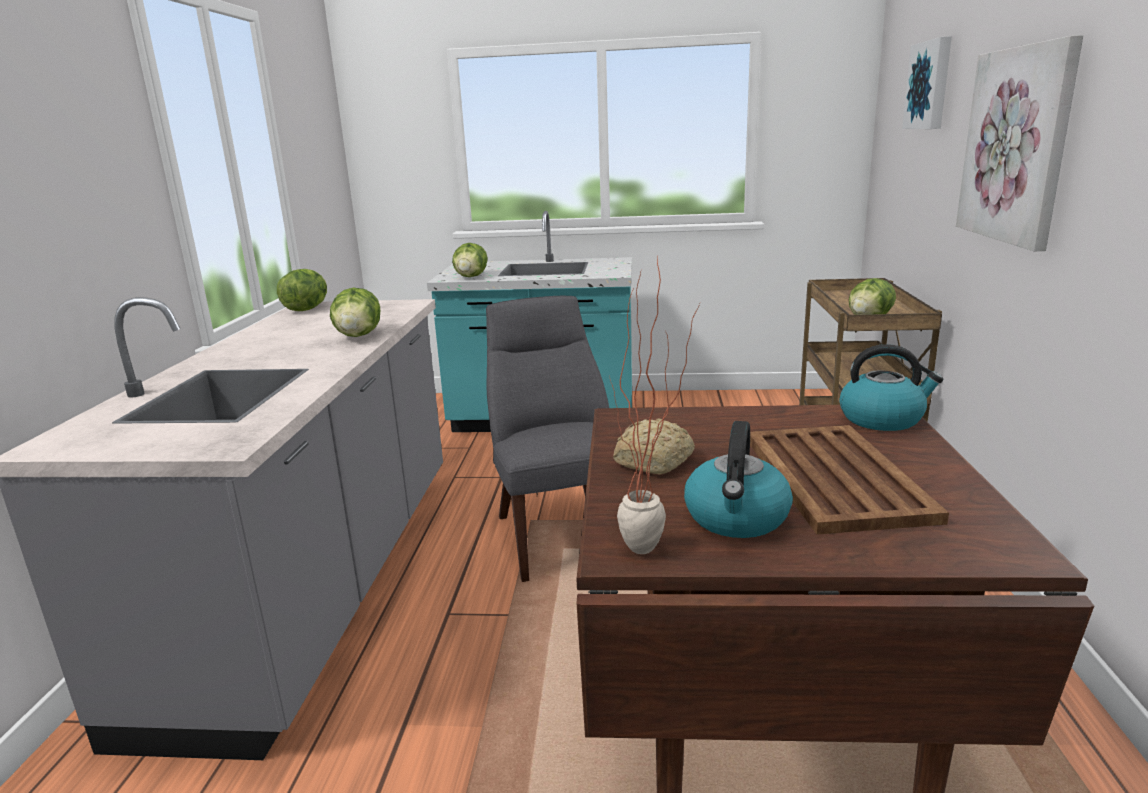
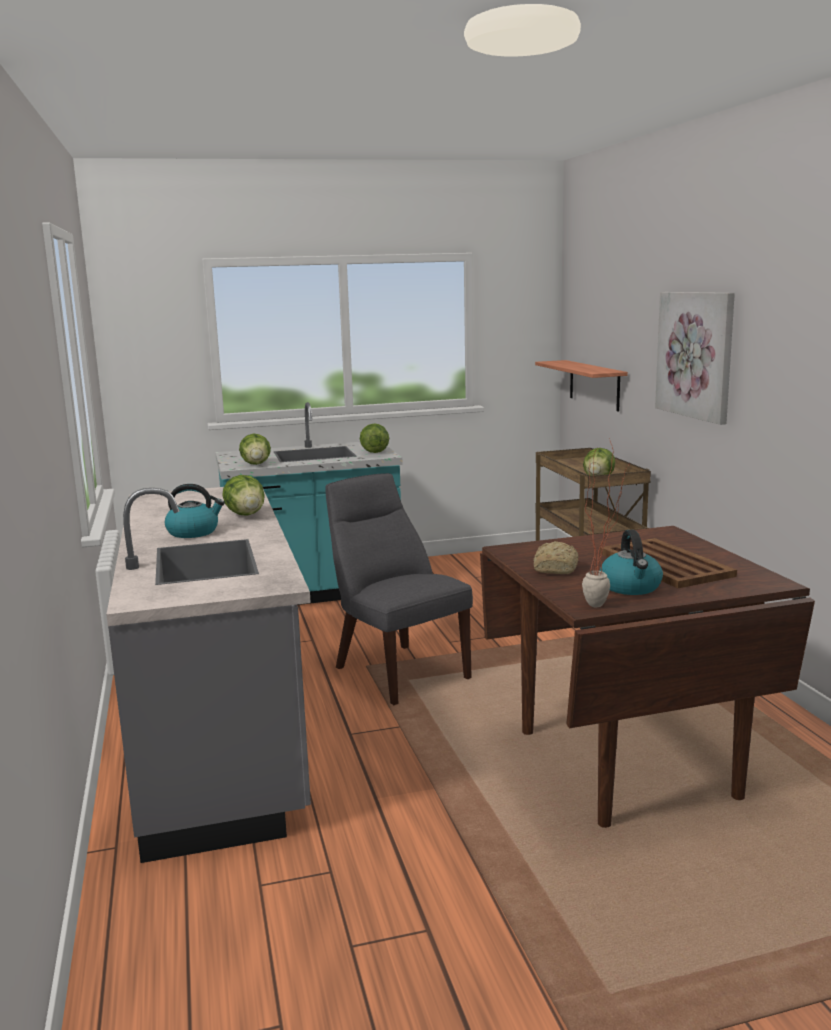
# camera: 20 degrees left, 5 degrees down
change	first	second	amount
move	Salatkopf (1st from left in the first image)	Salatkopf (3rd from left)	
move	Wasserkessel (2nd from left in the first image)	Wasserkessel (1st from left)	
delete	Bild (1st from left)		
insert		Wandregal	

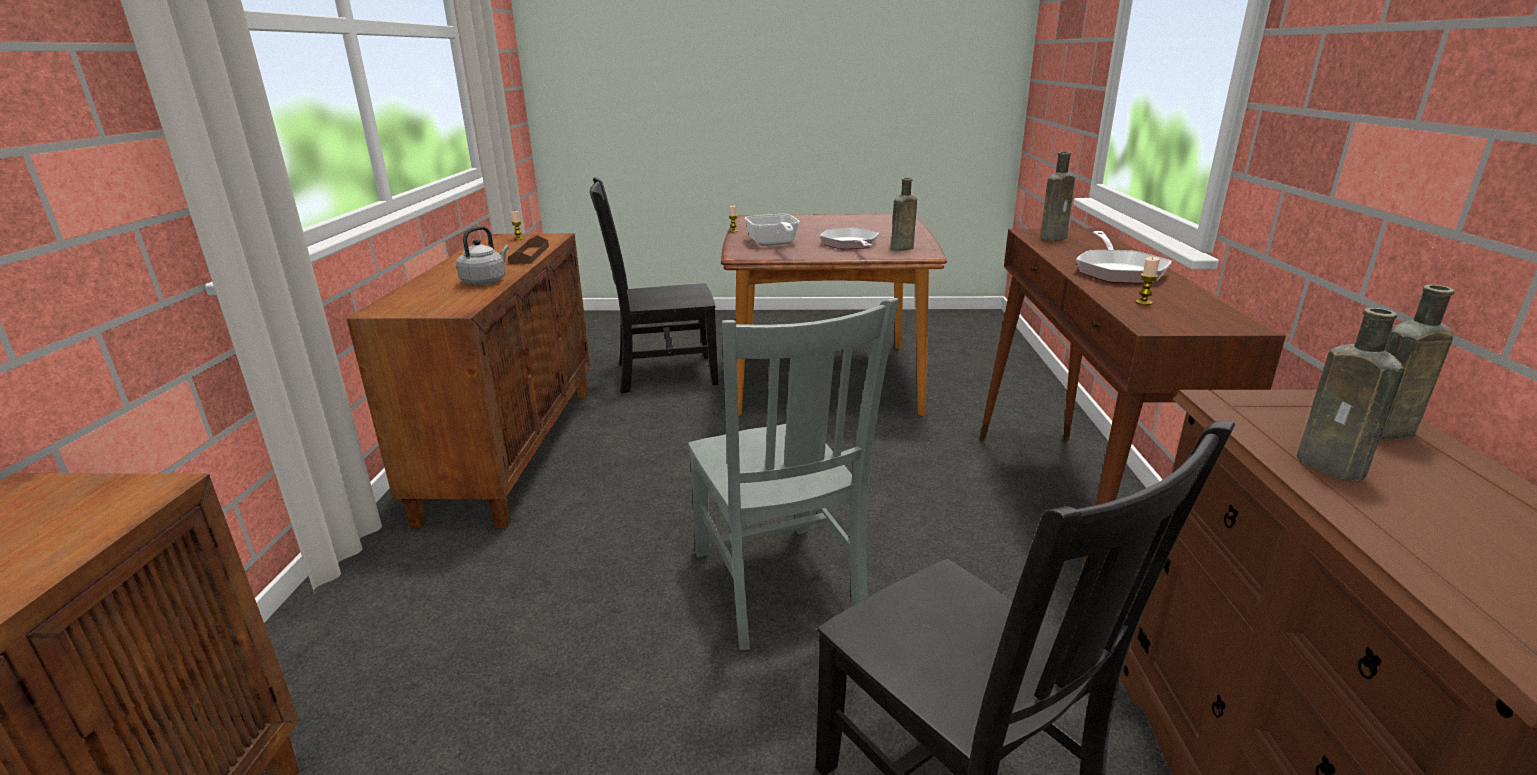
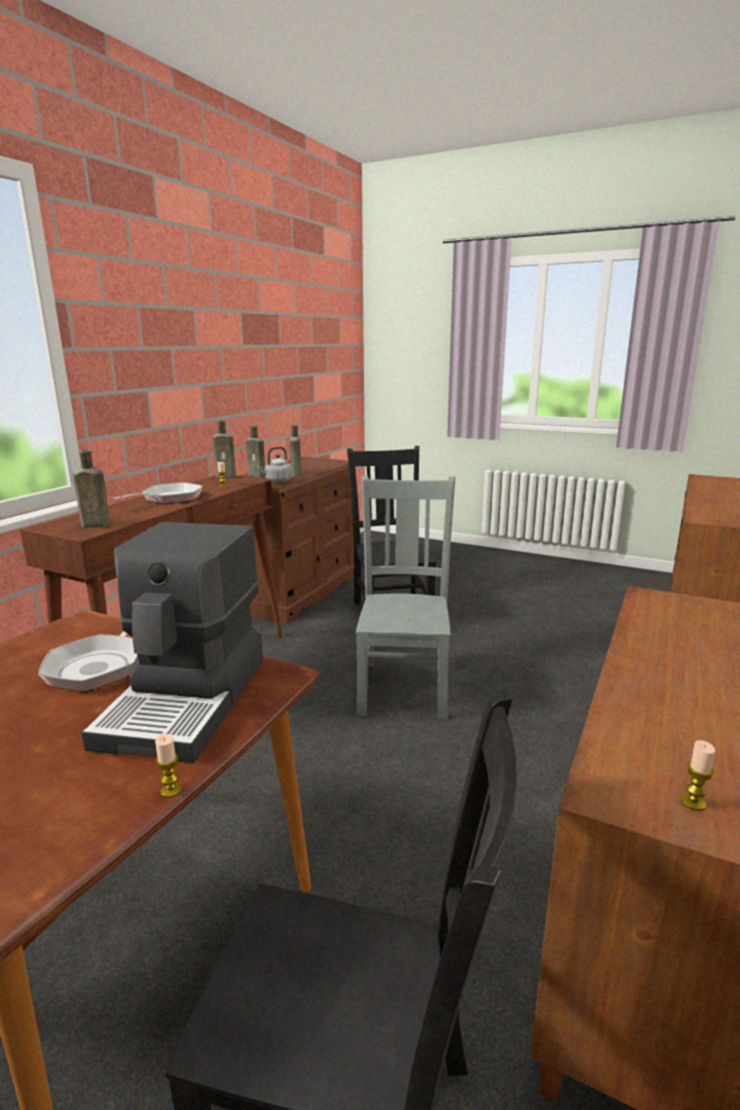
# camera: 155 degrees left, 5 degrees down
change	first	second	amount
move	Wasserkessel (grau)		
delete	Tablett (braun)		
replace	Pfanne (1st from left)	Kaffeemaschine	
move	Flasche (braun) (1st from left in the first image)	Flasche (braun) (2nd from left)	

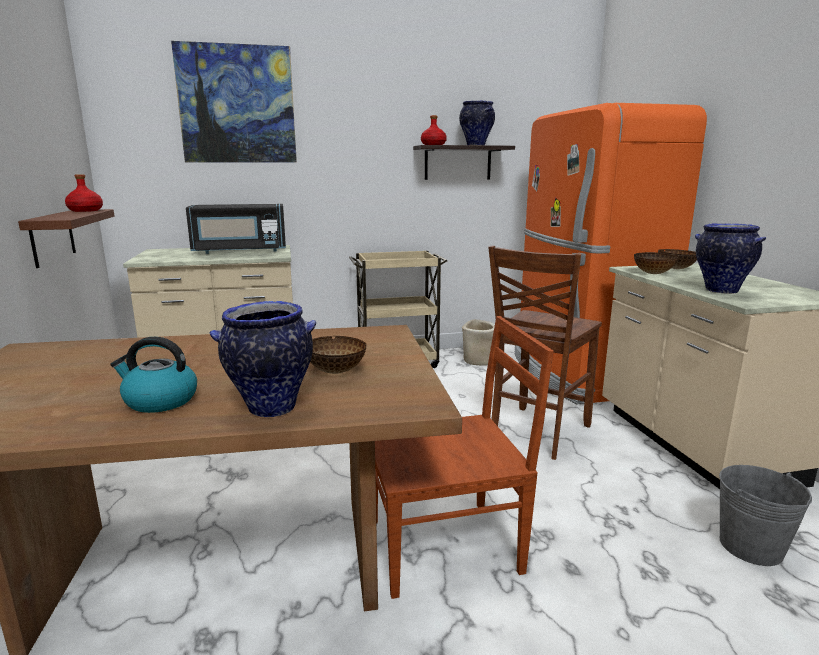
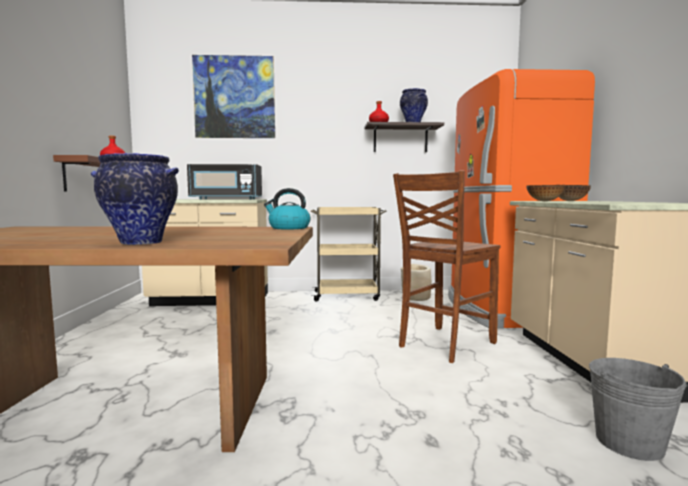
# camera: 10 degrees right, 10 degrees down
change	first	second	amount
move	Wasserkessel		
delete	Schüssel (1st from left)		
delete	Stuhl (braun) (1st from left)		
delete	Vase (3rd from left)		

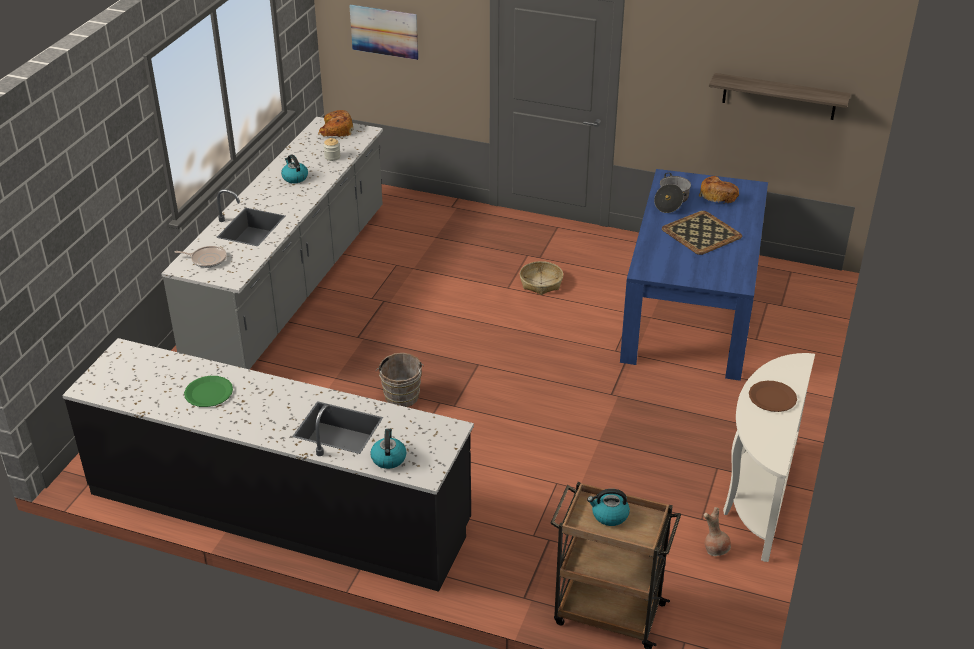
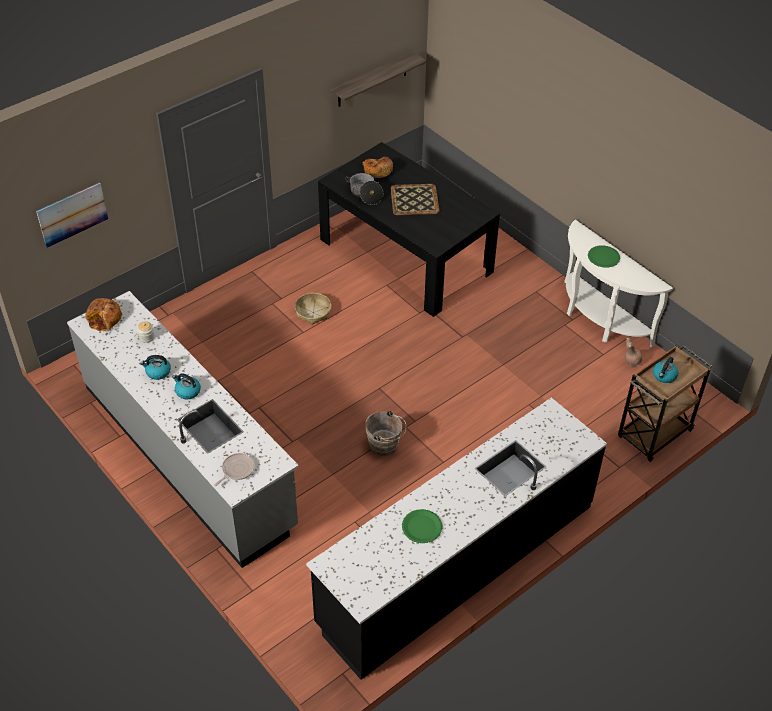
# camera: 60 degrees left, 10 degrees up
change	first	second	amount
move	Wasserkessel (2nd from left)		
recolor	Esstisch (blau)	Esstisch (schwarz)	
recolor	Teller (braun)	Teller (grün) (2nd from left)	

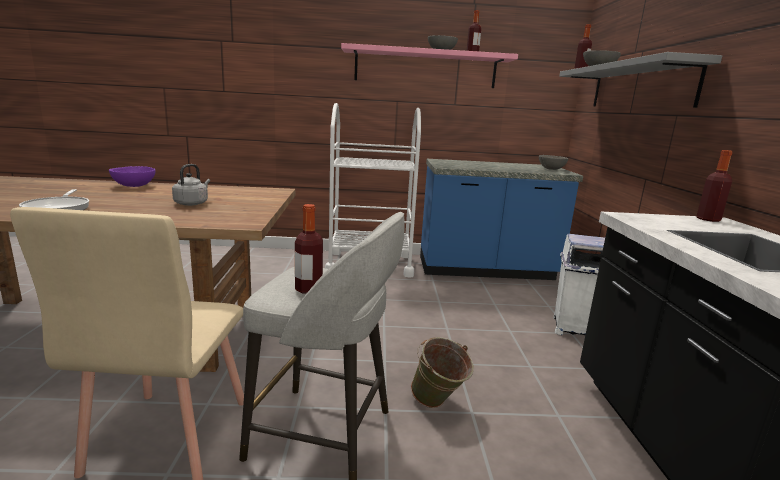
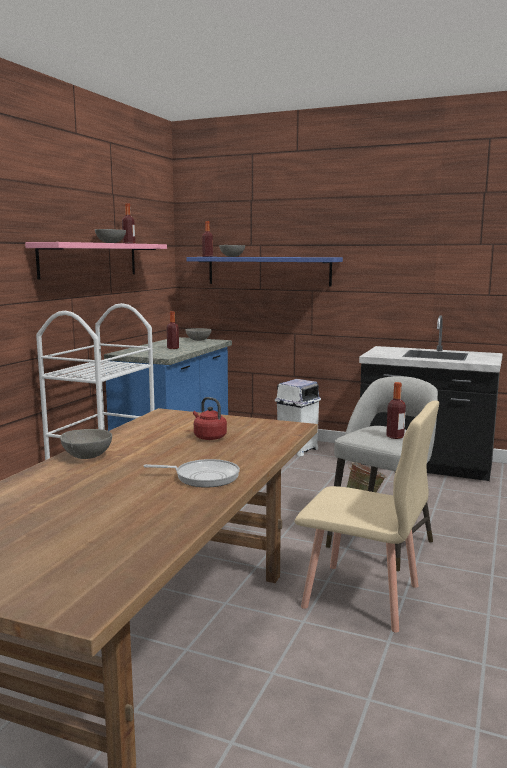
# camera: 65 degrees left, 5 degrees down
change	first	second	amount
recolor	Schüssel (lila)	Schüssel (grau) (1st from left)	
recolor	Wasserkessel (grau)	Wasserkessel (rot)	
recolor	Wandregal (grau)	Wandregal (blau)	
move	Flasche (4th from left in the first image)	Flasche (2nd from left)	

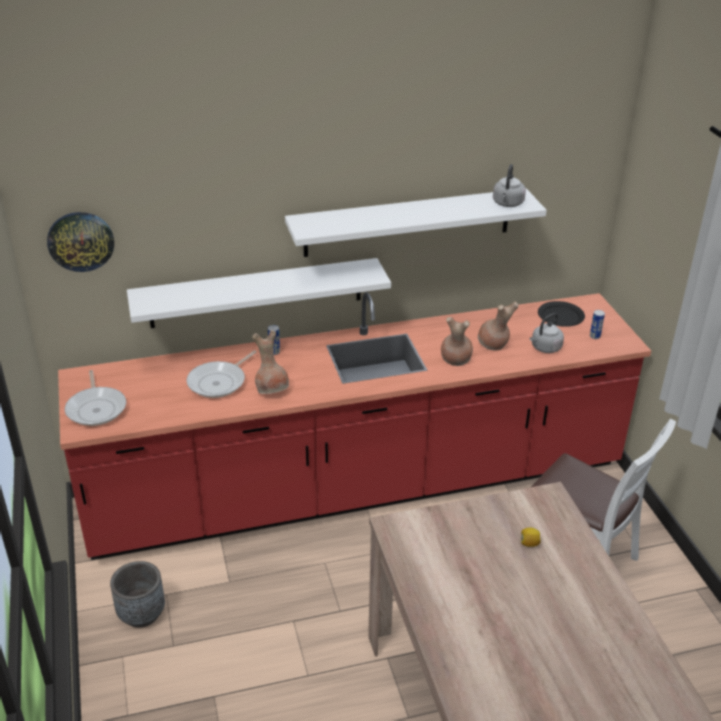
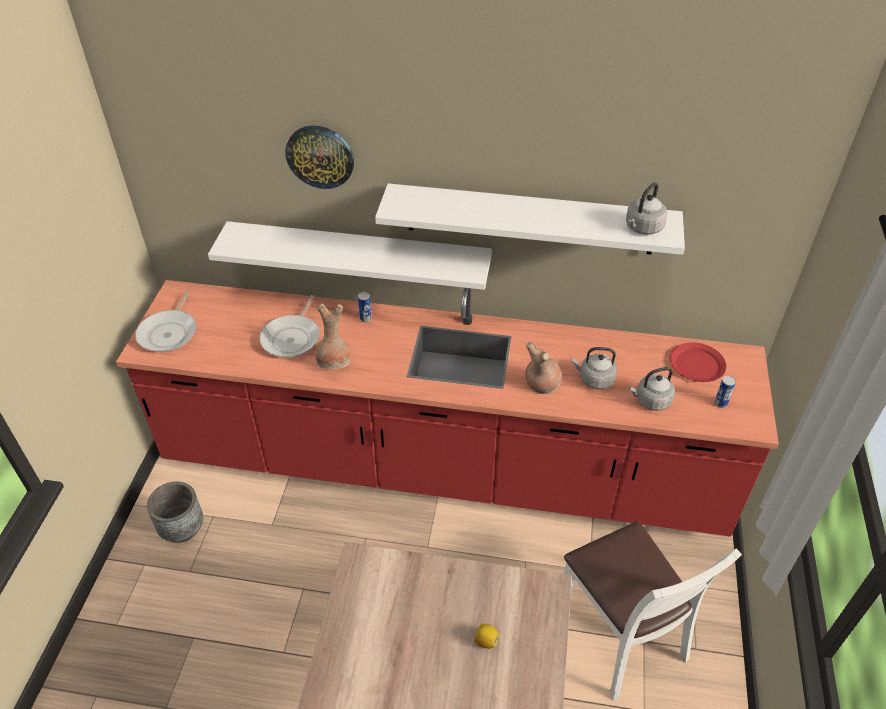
# camera: 25 degrees right, 10 degrees up
change	first	second	amount
move	Wanduhr		
rotate	Pfanne (2nd from left)		45 degrees counterclockwise
replace	Vase (braun) (3rd from left)	Wasserkessel (grau) (1st from left)	
recolor	Teller (schwarz)	Teller (rot)	

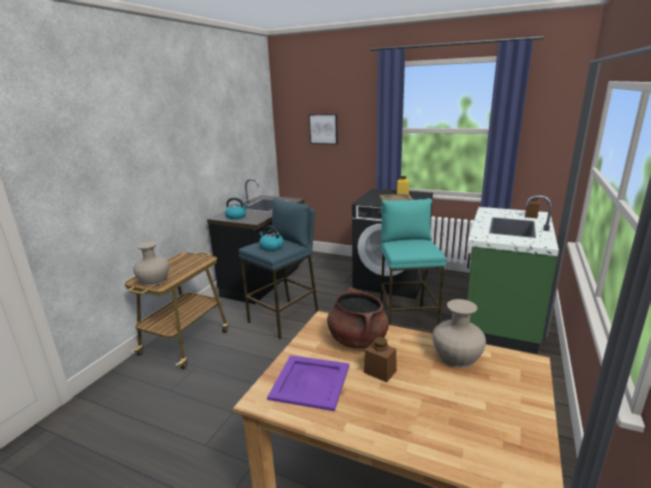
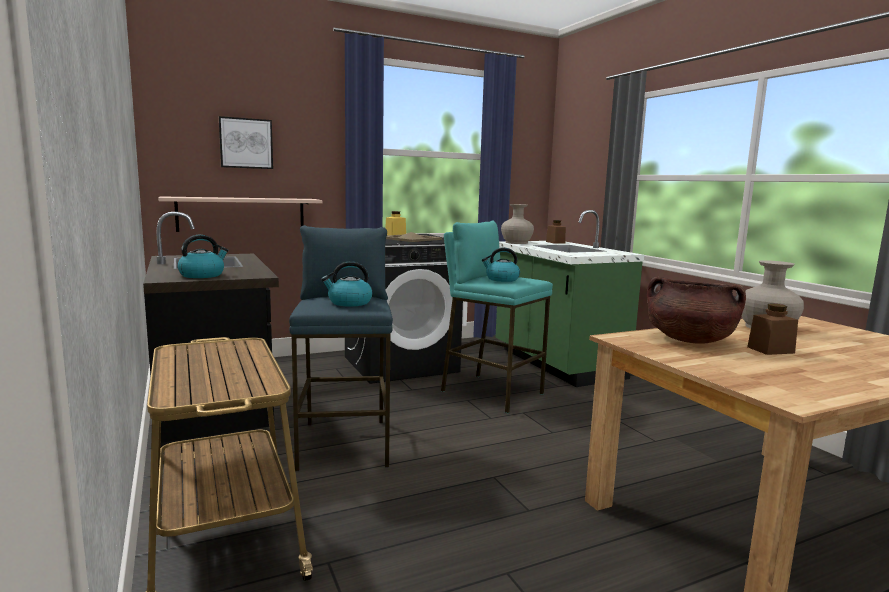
# camera: 50 degrees left, 10 degrees down
change	first	second	amount
move	Vase (beige) (1st from left)		
delete	Tablett (lila)		
insert		Wandregal	
insert		Wasserkessel (3rd from left)	

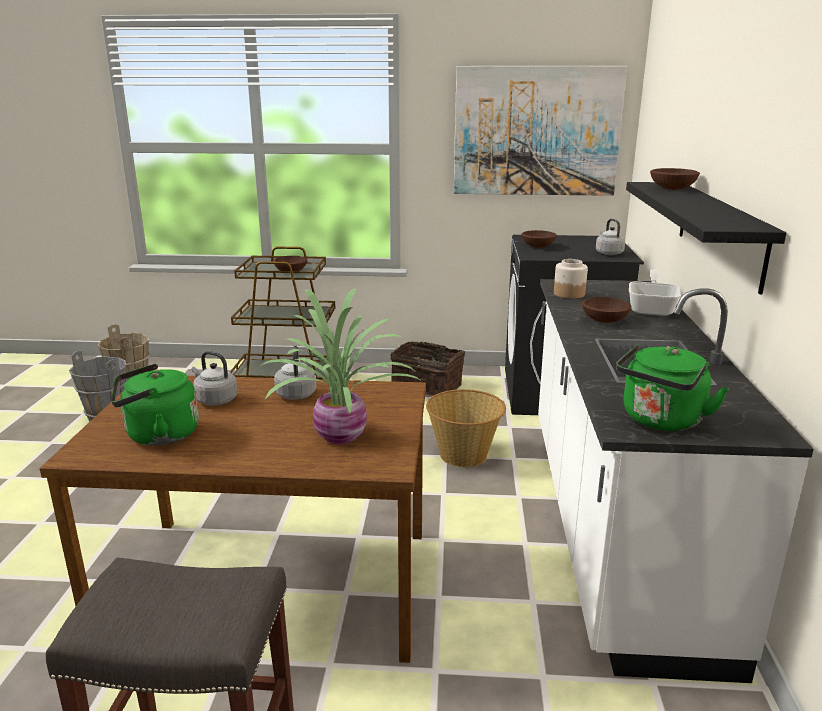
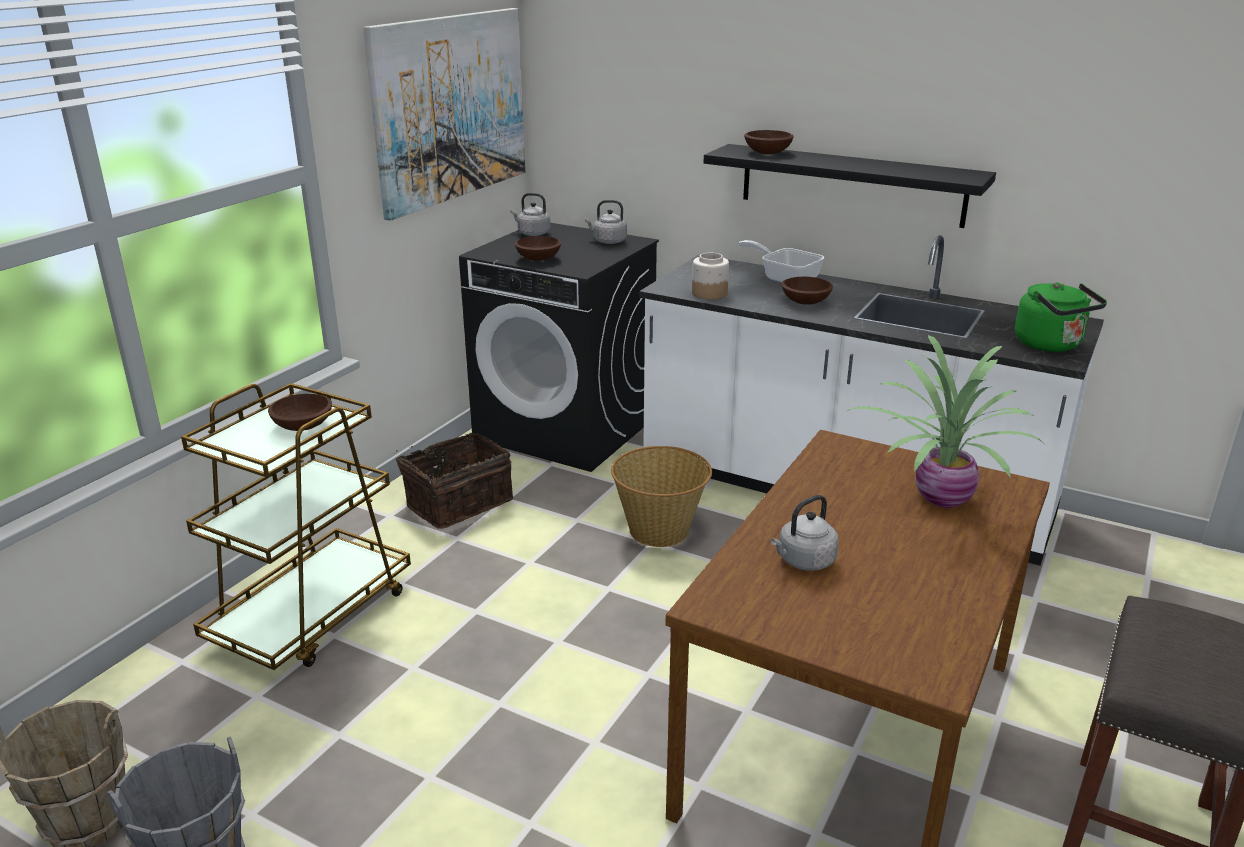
# camera: 65 degrees left, 5 degrees up
change	first	second	amount
delete	Wasserkessel (grün) (1st from left)		
move	Wasserkessel (grau) (2nd from left in the first image)	Wasserkessel (grau) (1st from left)	

